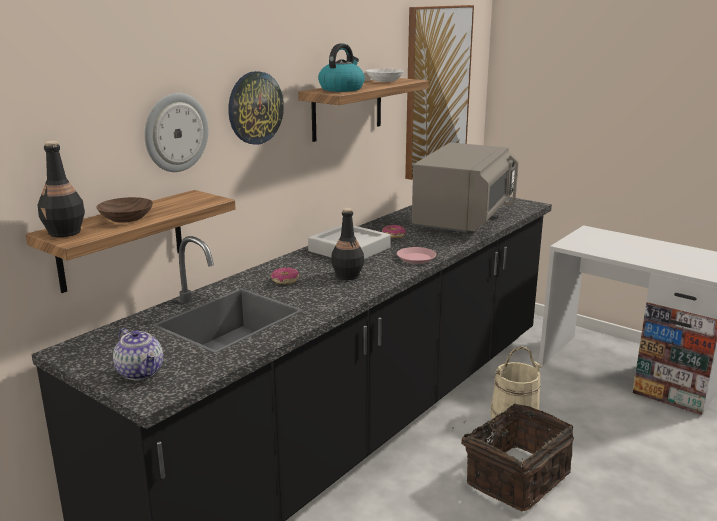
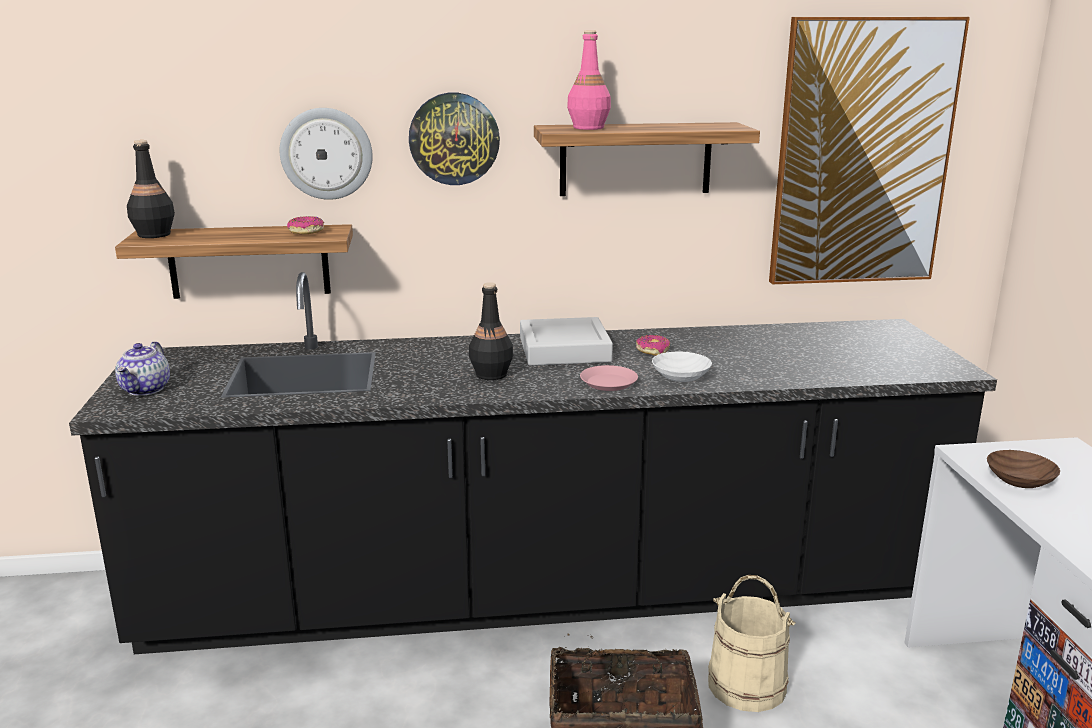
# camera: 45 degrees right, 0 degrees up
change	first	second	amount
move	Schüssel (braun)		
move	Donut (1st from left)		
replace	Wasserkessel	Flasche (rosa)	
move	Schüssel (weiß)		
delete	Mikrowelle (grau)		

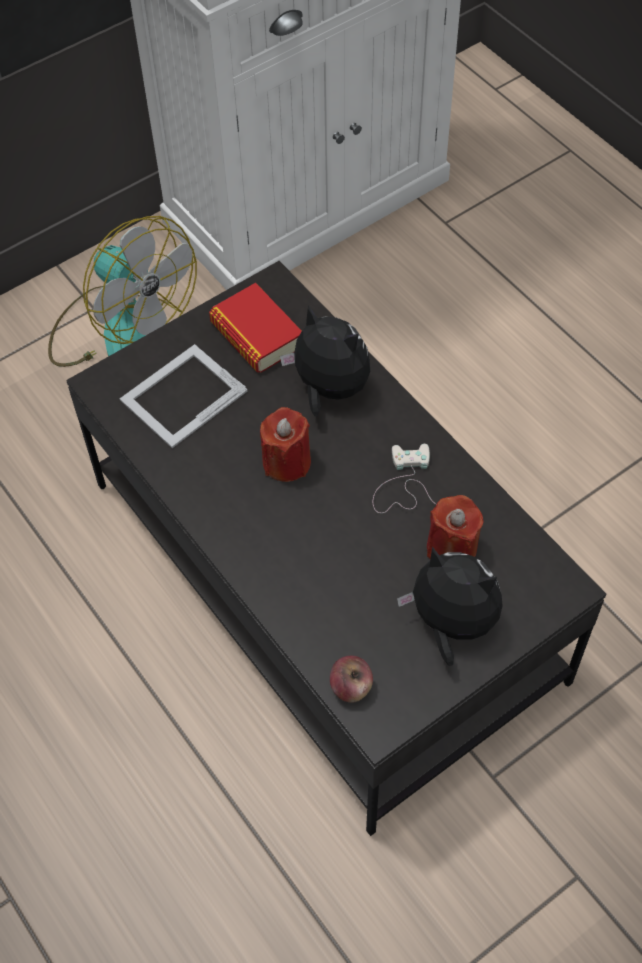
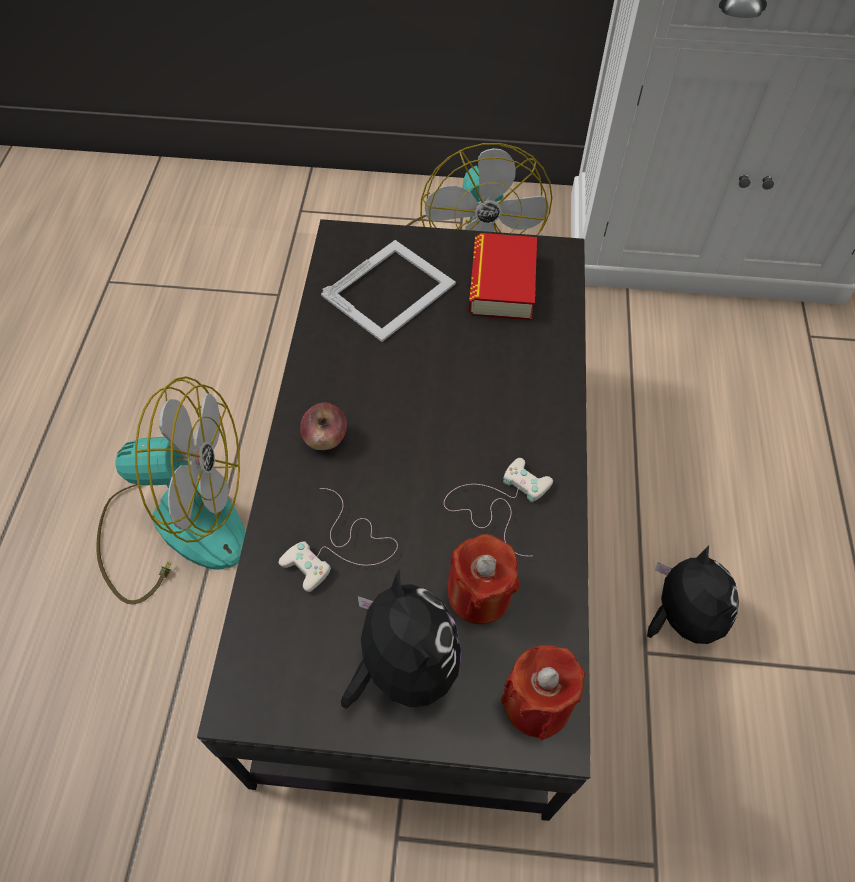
# camera: 40 degrees right, 0 degrees up
change	first	second	amount
rotate	Bilderrahmen		135 degrees clockwise
move	Kerze (rot) (1st from left in the first image)	Kerze (rot) (2nd from left)	
move	Plüschtier (1st from left in the first image)	Plüschtier (2nd from left)	
move	Apfel		
insert		Ventilator (1st from left)	
insert		Gamepad (weiß) (1st from left)	

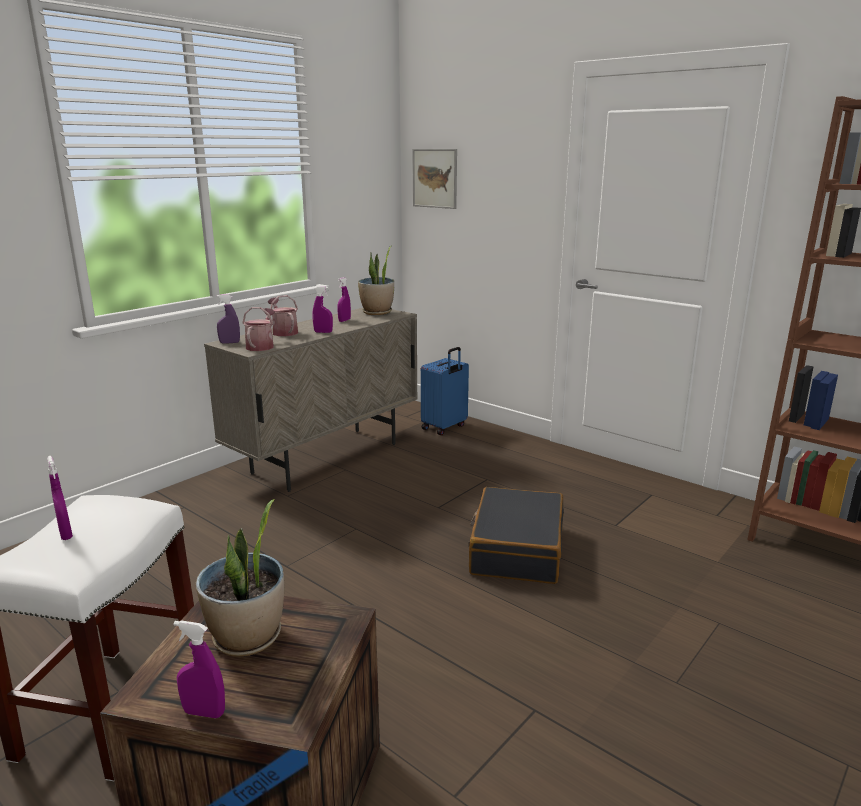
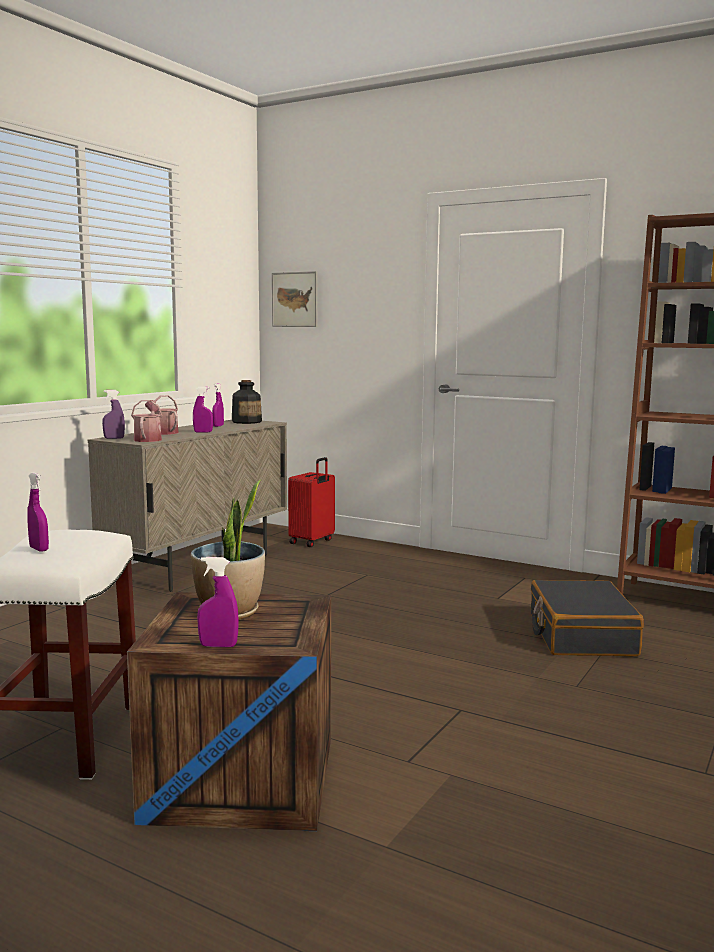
# camera: 10 degrees left, 10 degrees down
change	first	second	amount
replace	Topfpflanze (2nd from left)	Flasche	
recolor	Koffer (blau)	Koffer (rot)	
move	Koffer (schwarz)		

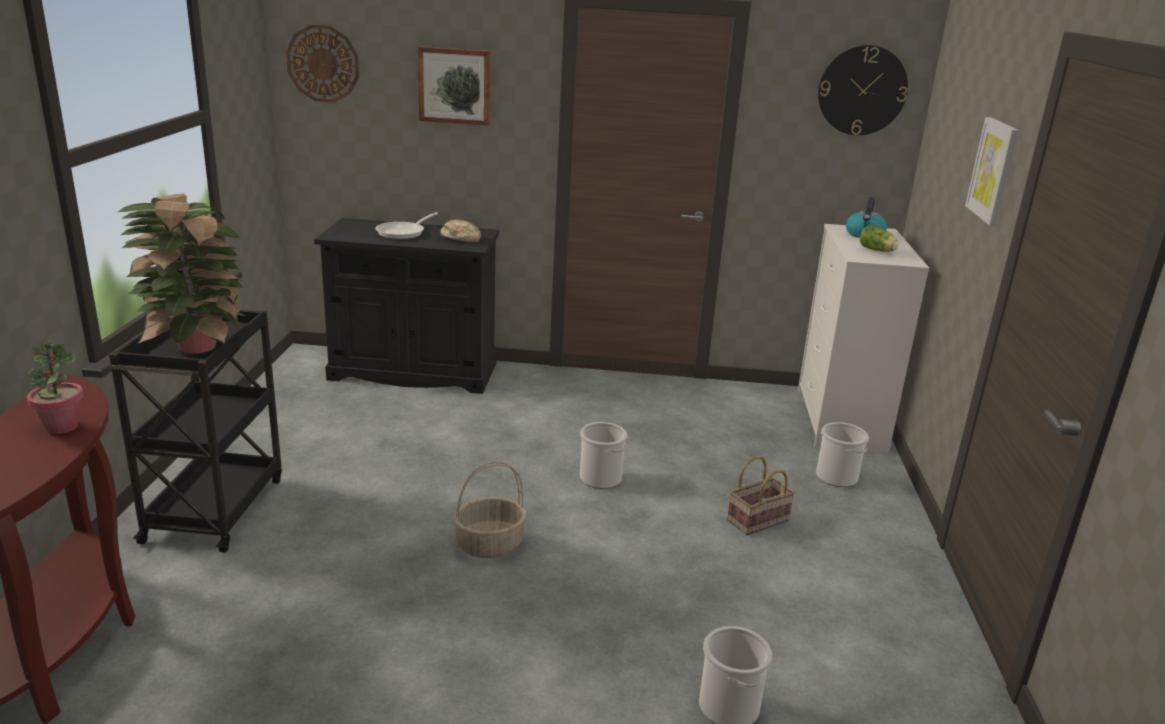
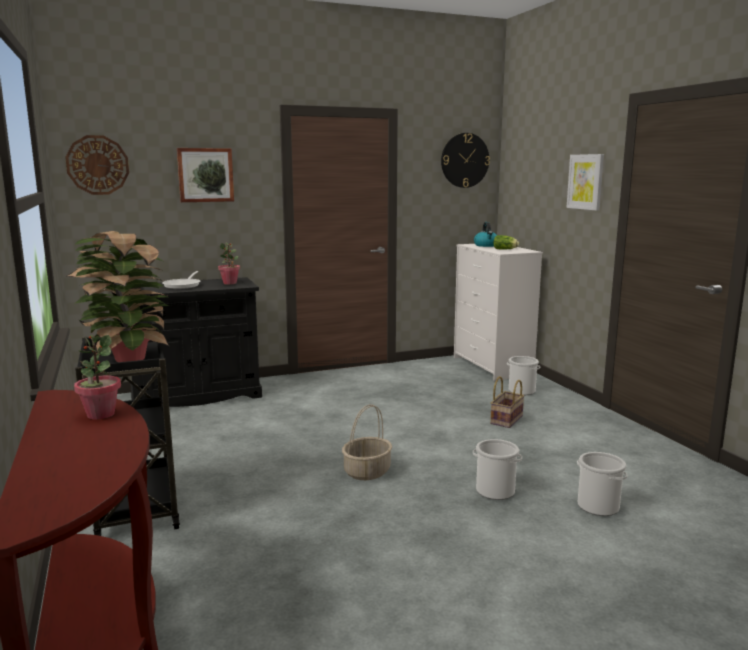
# camera: 25 degrees left, 10 degrees down
change	first	second	amount
replace	Brot	Topfpflanze (3rd from left)	
move	Eimer (1st from left)		

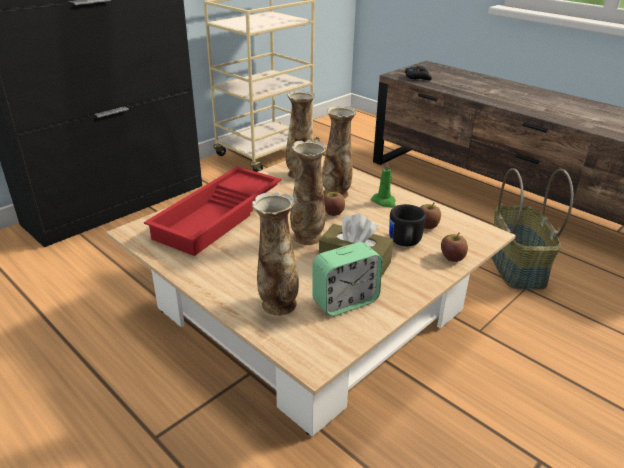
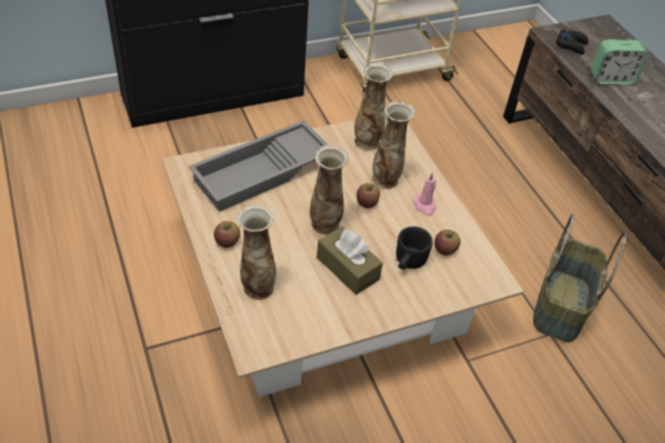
# camera: 20 degrees right, 15 degrees up
change	first	second	amount
recolor	Tablett (rot)	Tablett (grau)	
move	Wecker		
recolor	Kerze (grün)	Kerze (rosa)	
move	Apfel (3rd from left in the first image)	Apfel (1st from left)	

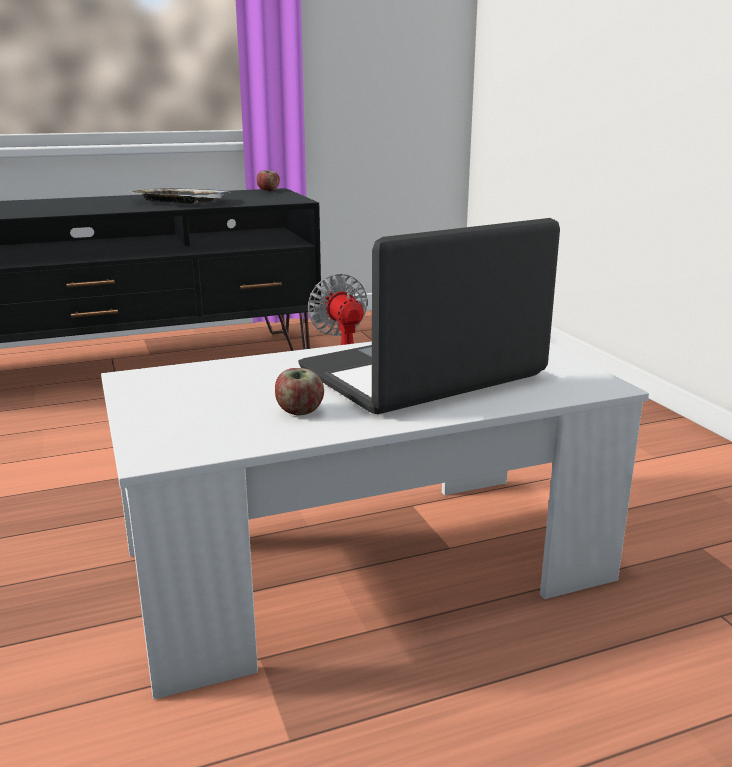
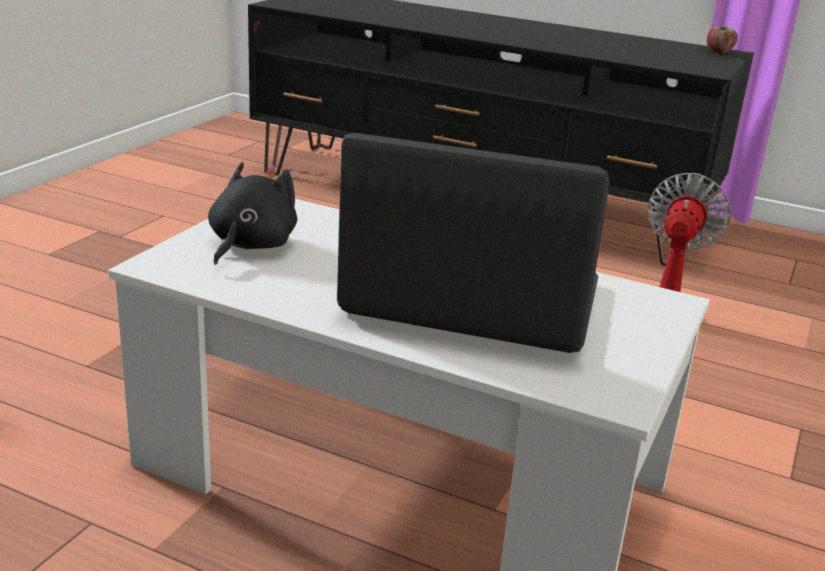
# camera: 45 degrees right, 5 degrees up
change	first	second	amount
delete	Tablett		
delete	Apfel (2nd from left)		
insert		Plüschtier (schwarz)	

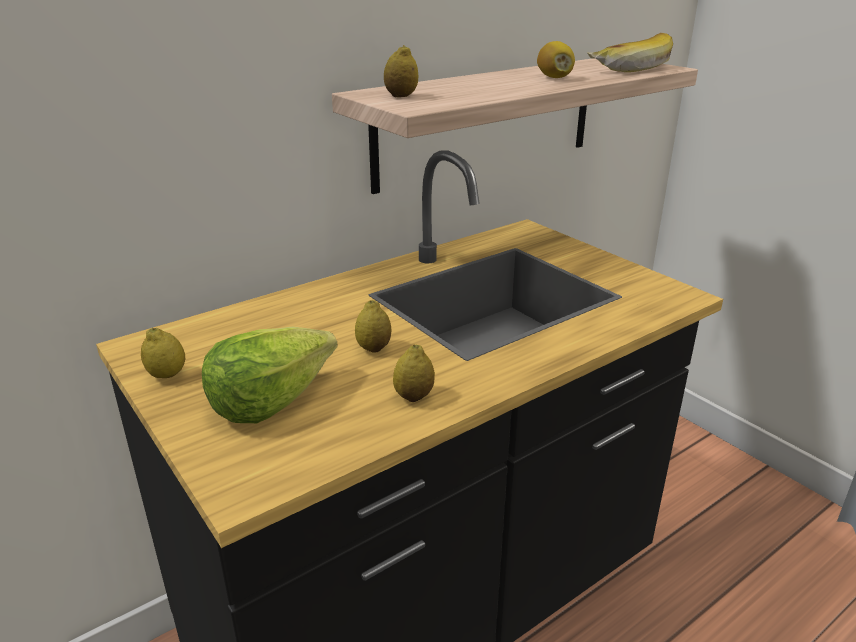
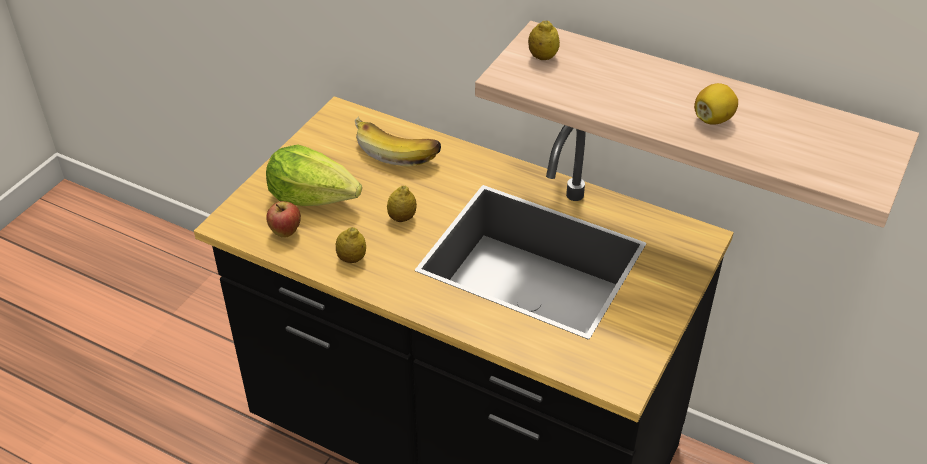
# camera: 65 degrees right, 15 degrees up
change	first	second	amount
delete	Zitrone (1st from left)		
move	Banane		
insert		Apfel	

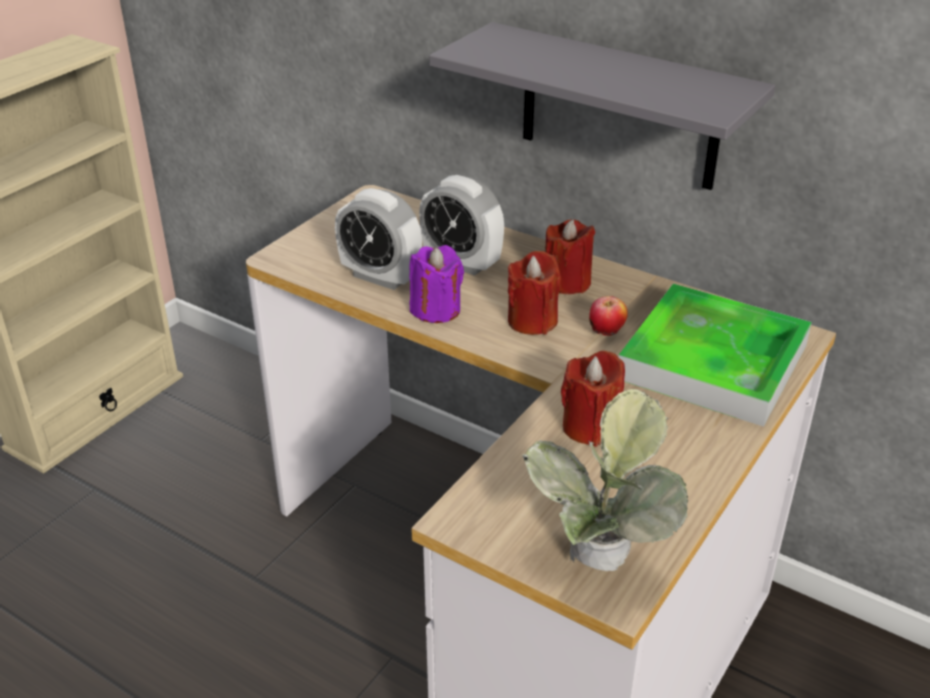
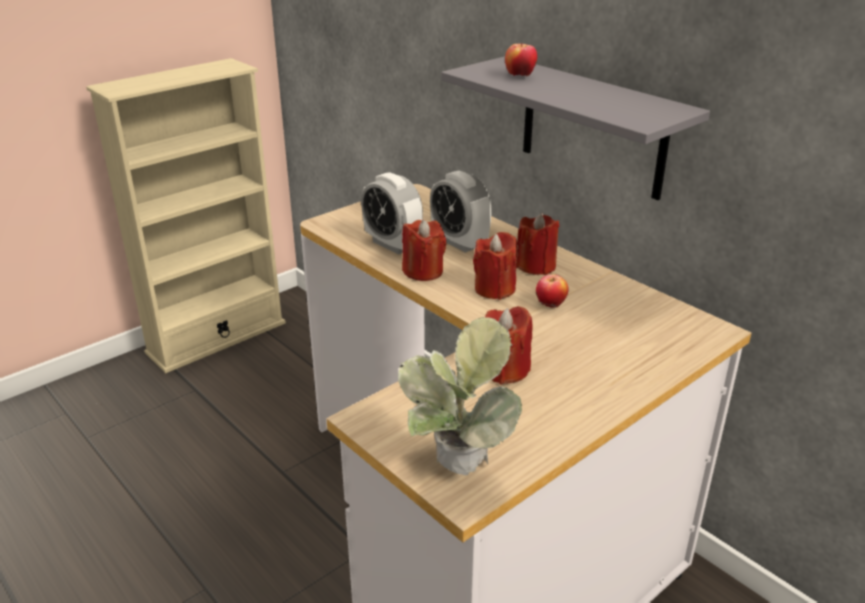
# camera: 15 degrees right, 5 degrees down
change	first	second	amount
recolor	Kerze (lila)	Kerze (rot) (1st from left)	
delete	Tablett		
insert		Apfel (1st from left)	

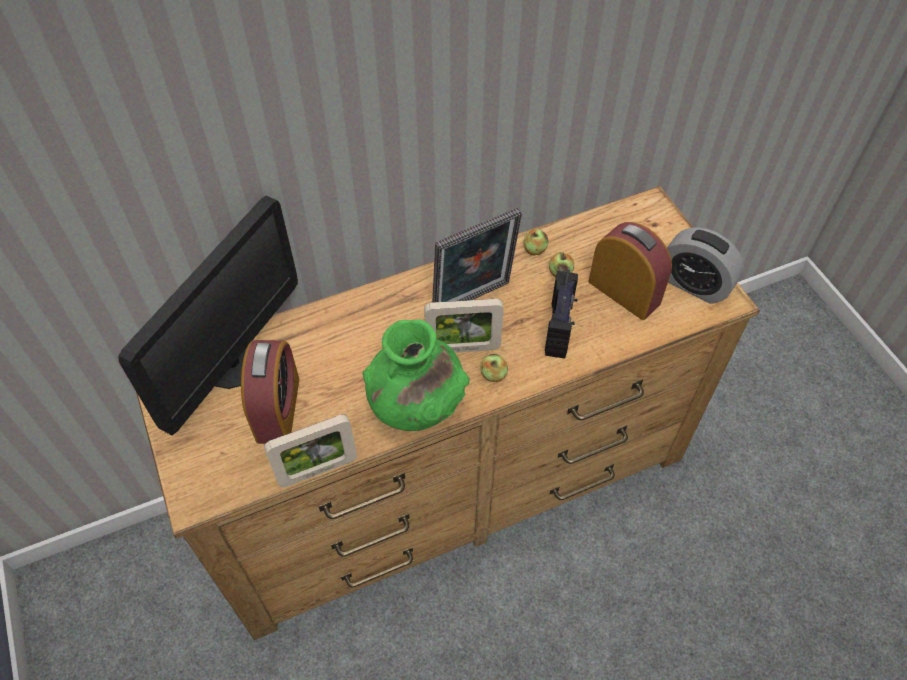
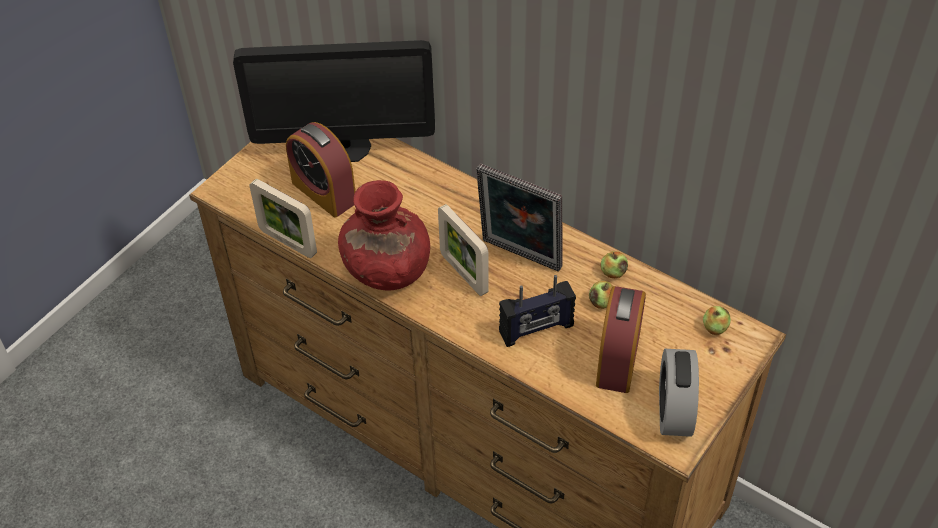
# camera: 60 degrees right, 5 degrees down
change	first	second	amount
rotate	Wecker (1st from left)		75 degrees clockwise
recolor	Vase (grün)	Vase (rot)	
move	Apfel (1st from left in the first image)	Apfel (3rd from left)	

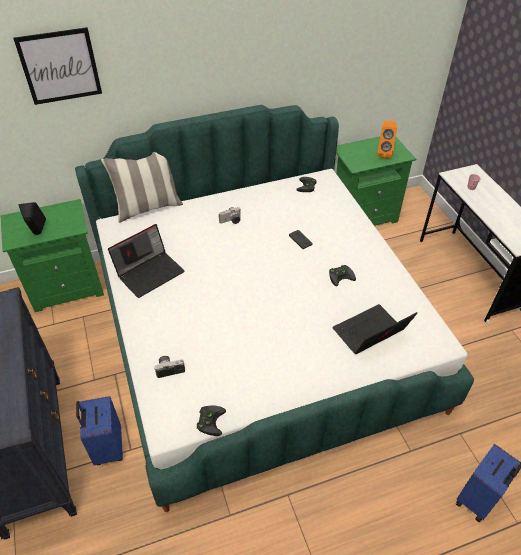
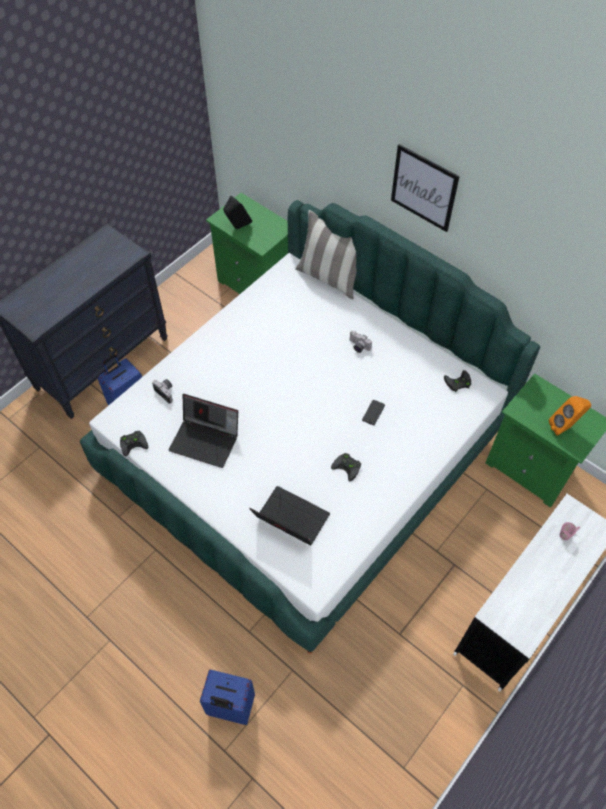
# camera: 60 degrees right, 10 degrees up
change	first	second	amount
move	Bild		
move	Laptop (1st from left)		

